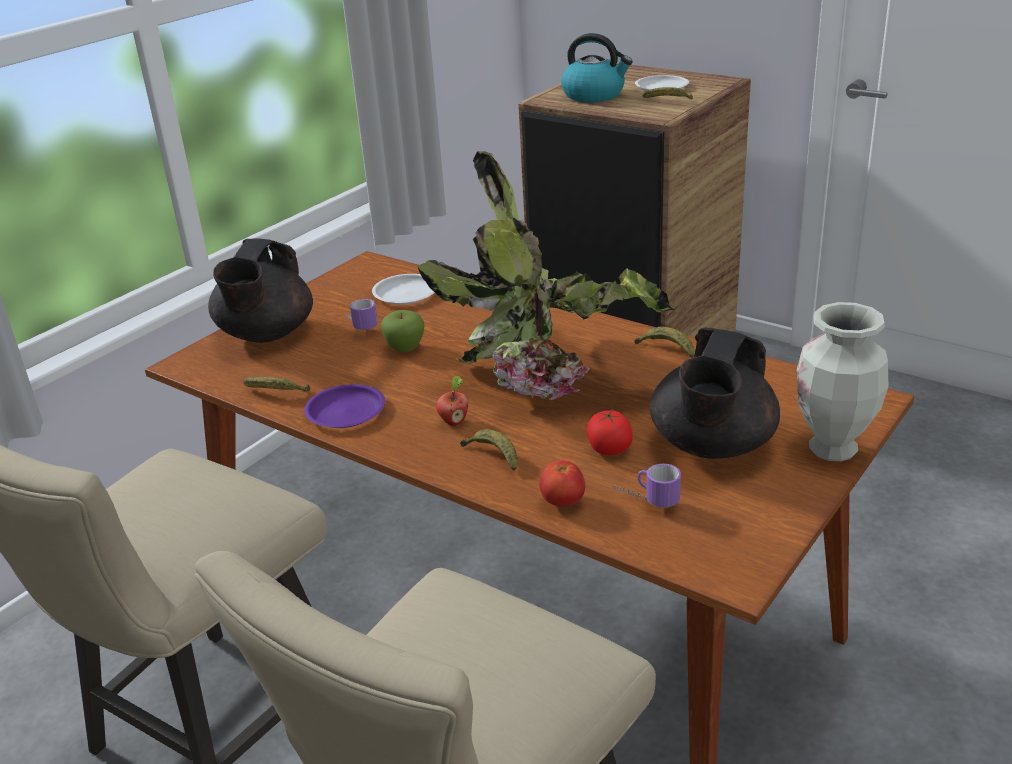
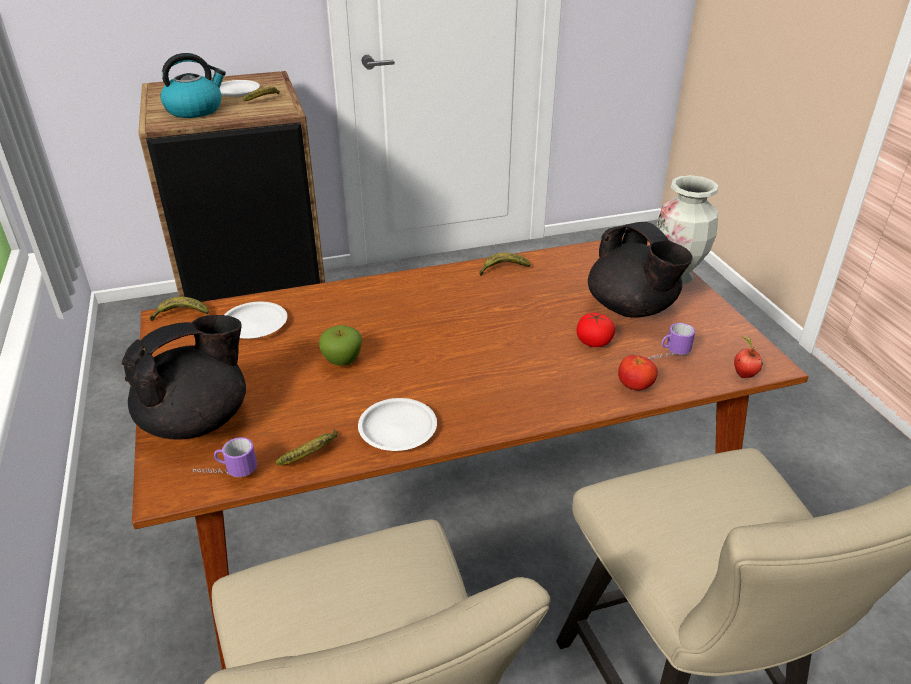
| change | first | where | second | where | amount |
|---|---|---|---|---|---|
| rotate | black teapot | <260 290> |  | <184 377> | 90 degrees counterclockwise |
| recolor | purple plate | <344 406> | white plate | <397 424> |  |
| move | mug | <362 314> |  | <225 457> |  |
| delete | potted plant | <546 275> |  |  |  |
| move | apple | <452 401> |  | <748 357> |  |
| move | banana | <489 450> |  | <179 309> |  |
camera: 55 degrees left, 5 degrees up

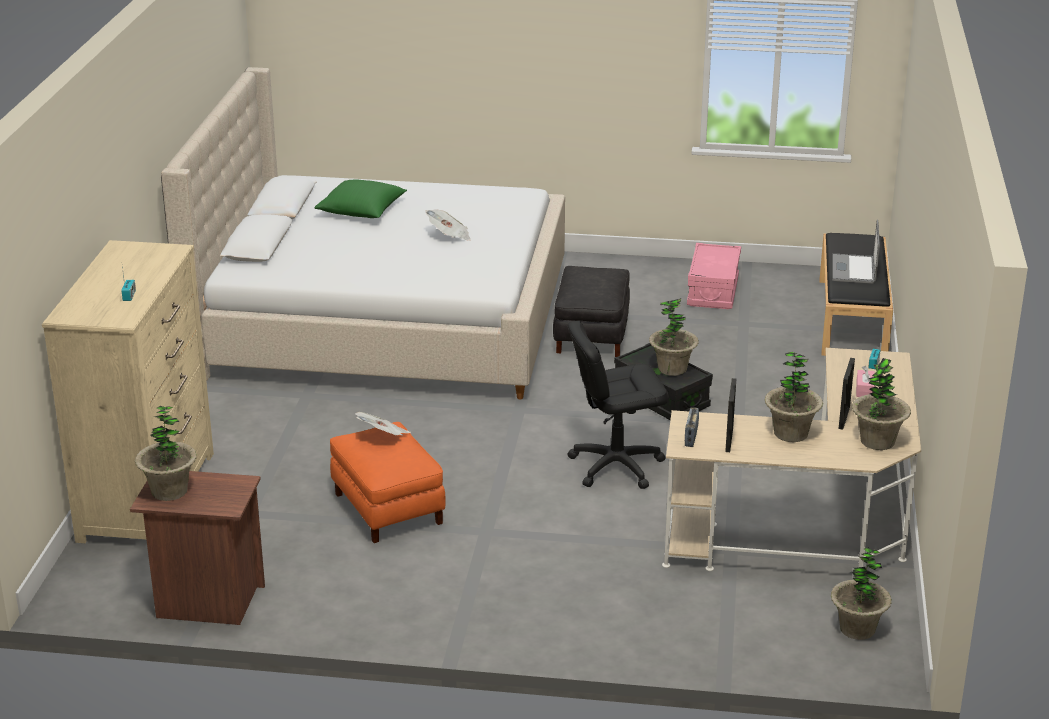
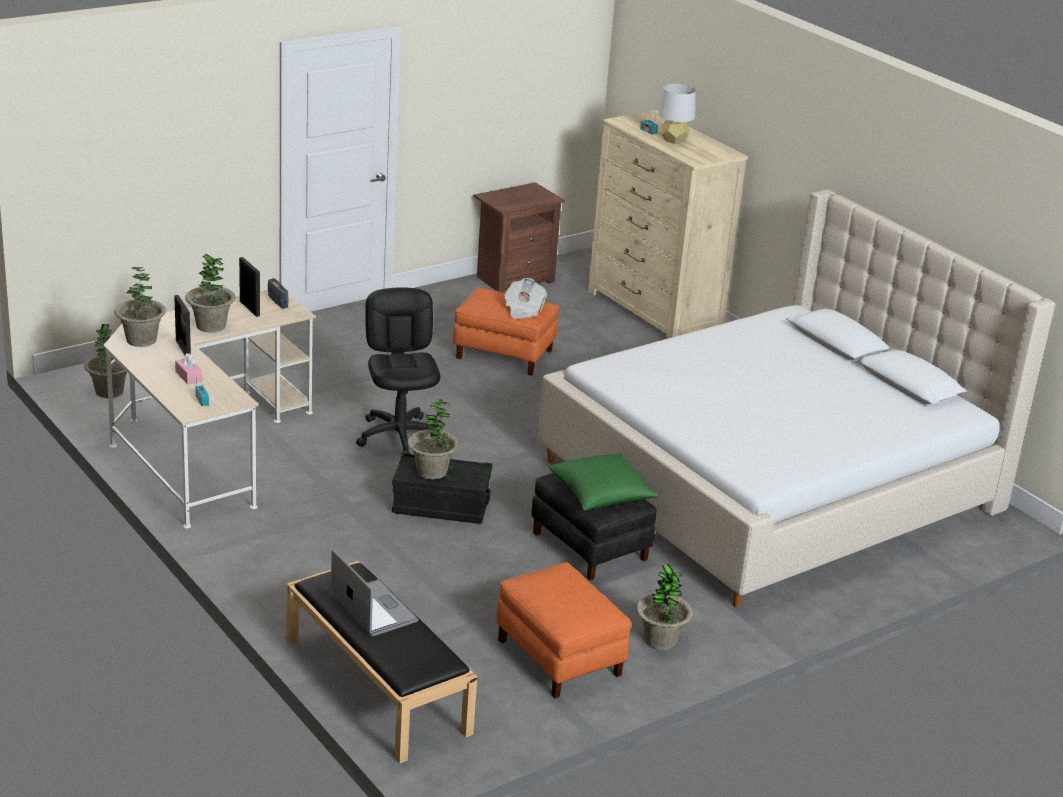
| change | first | where | second | where | amount |
|---|---|---|---|---|---|
| move | potted plant | <166 453> |  | <664 607> |  |
| move | green pillow | <360 199> |  | <603 482> |  |
| delete | newspaper | <448 225> |  |  |  |
| rotate | black office chair | <618 405> |  | <399 370> | 45 degrees counterclockwise |
| replace | pink storage box | <714 276> | orange ottoman | <563 630> |  |
| insert |  |  | grey table lamp | <677 114> |  |
camera: 135 degrees right, 0 degrees up

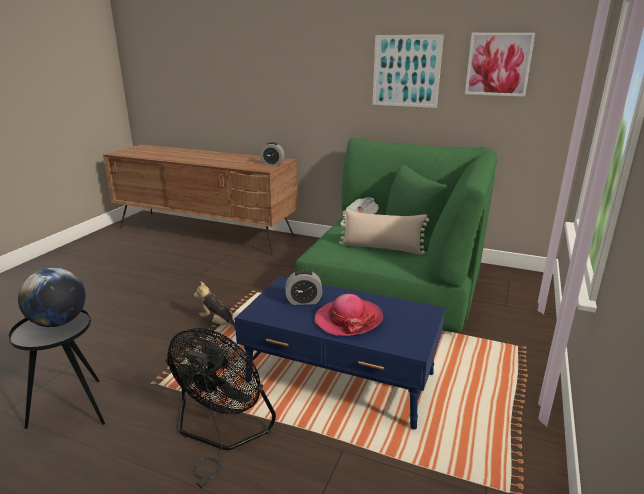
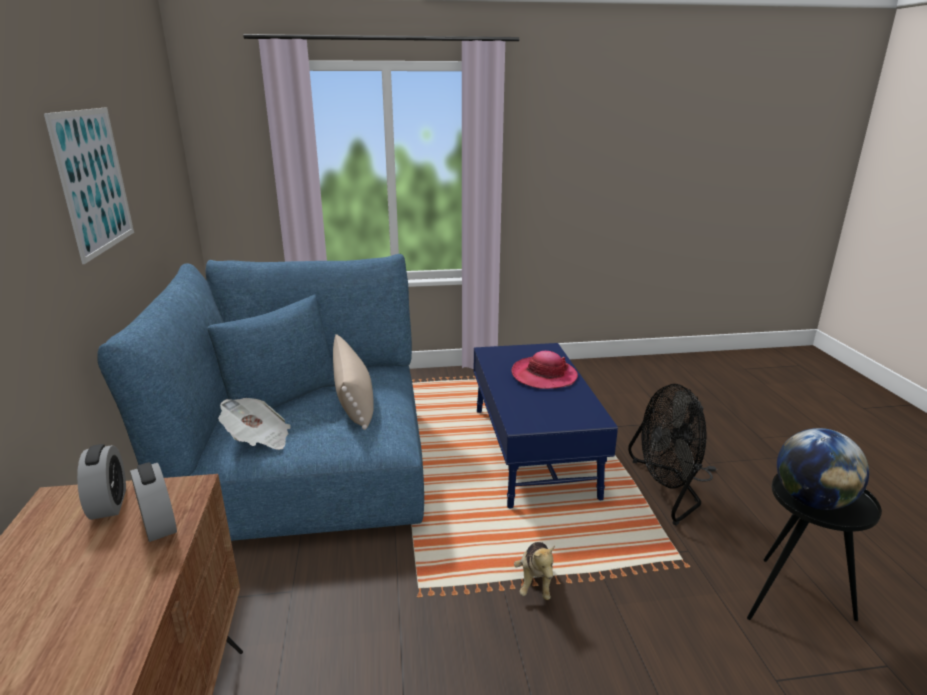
| change | first | where | second | where | amount |
|---|---|---|---|---|---|
| move | alarm clock | <303 287> |  | <153 502> |  |
| recolor | green sofa | <396 235> | blue sofa | <260 397> |  |
| delete | picture | <500 65> |  |  |  |
camera: 120 degrees left, 0 degrees up

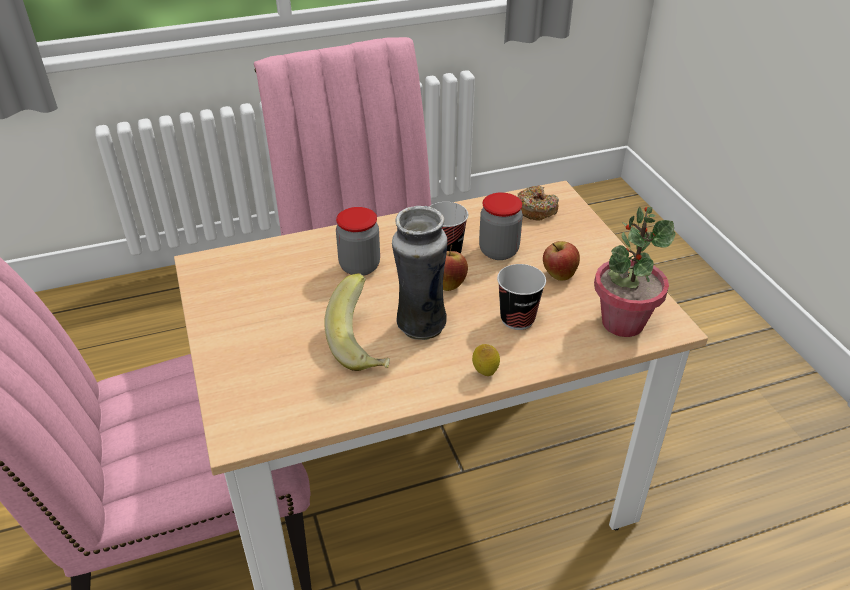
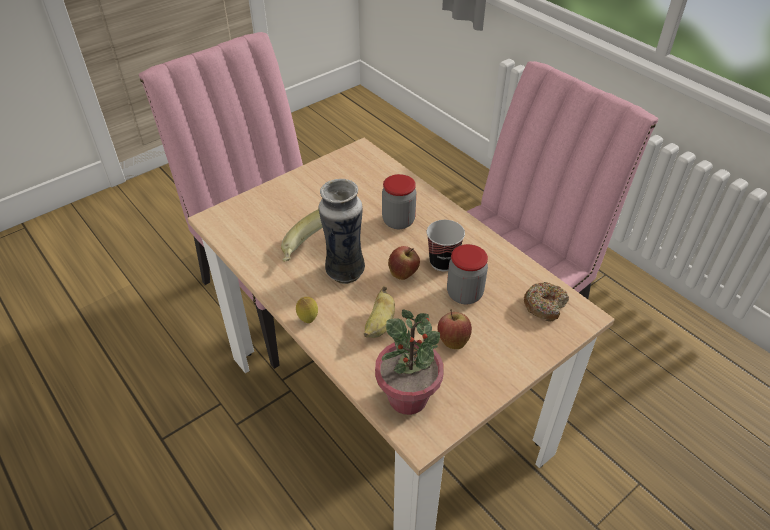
| change | first | where | second | where | amount |
|---|---|---|---|---|---|
| replace | cup | <521 297> | banana | <379 312> |  |
camera: 70 degrees right, 5 degrees up

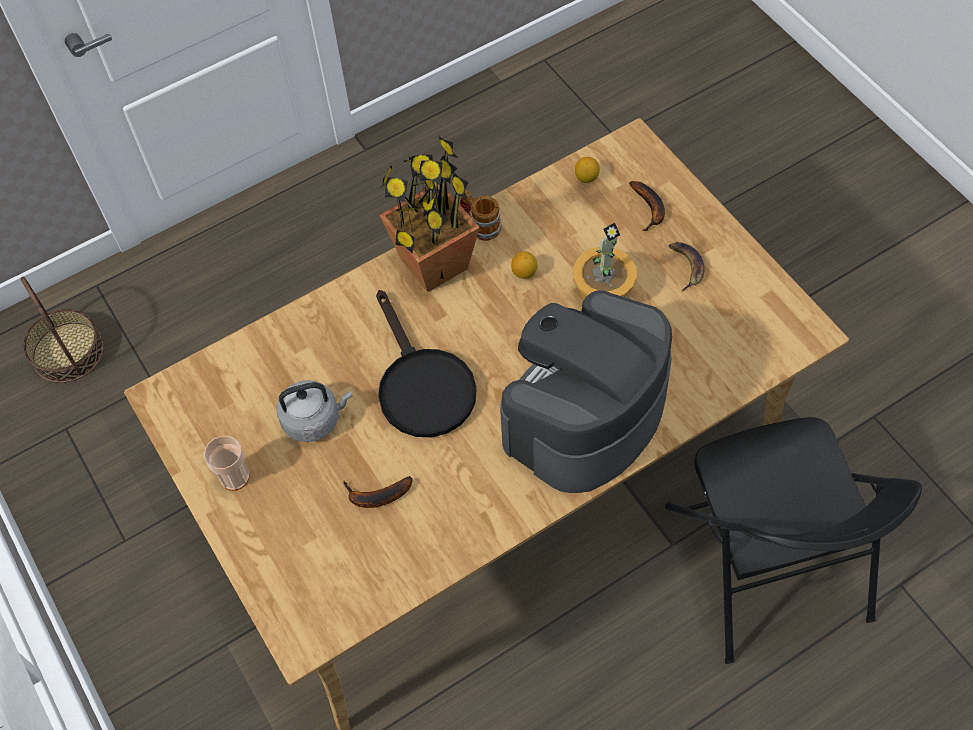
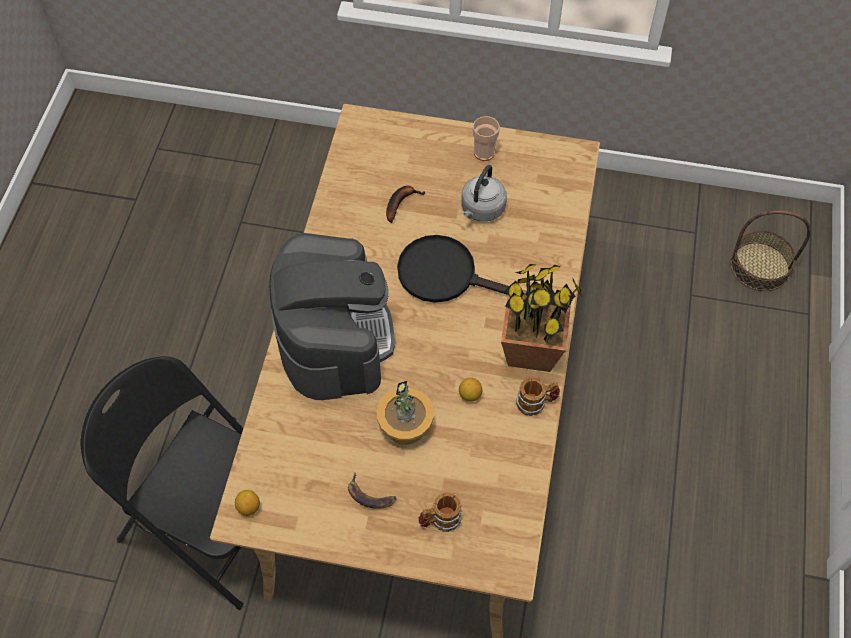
| change | first | where | second | where | amount |
|---|---|---|---|---|---|
| move | lemon | <587 170> |  | <247 503> |  |
| replace | banana | <647 206> | mug | <440 512> |  |
camera: 130 degrees right, 0 degrees up

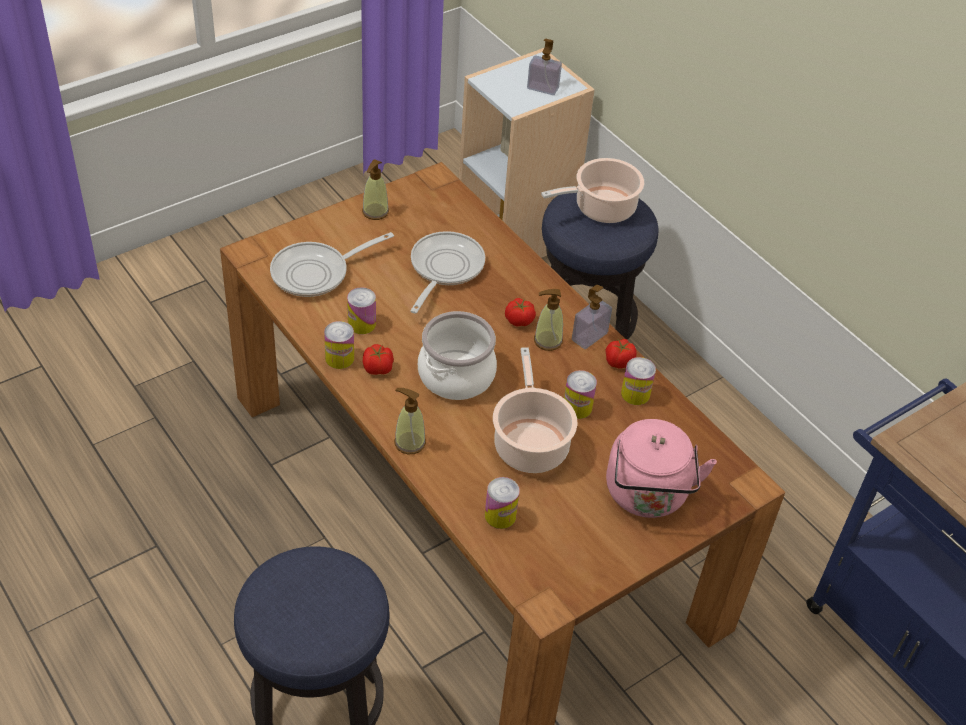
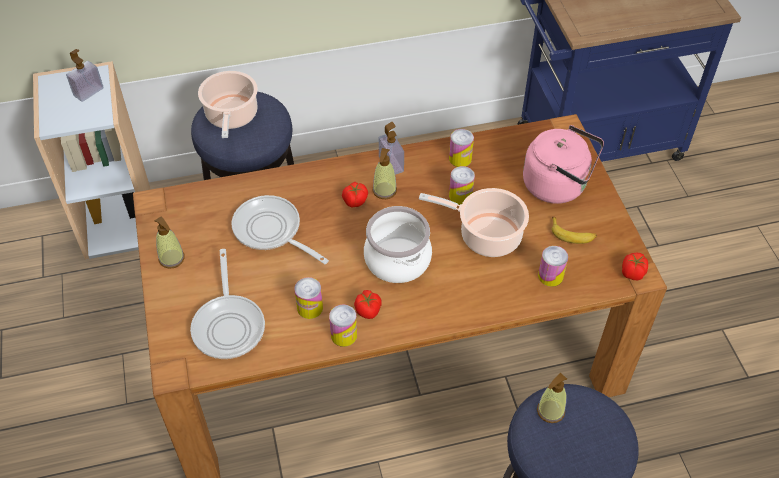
| change | first | where | second | where | amount |
|---|---|---|---|---|---|
| move | soap dispenser | <410 421> |  | <552 398> |  |
| move | tomato | <621 353> |  | <635 266> |  |
| insert |  |  | banana | <574 230> |  |
camera: 65 degrees left, 5 degrees up

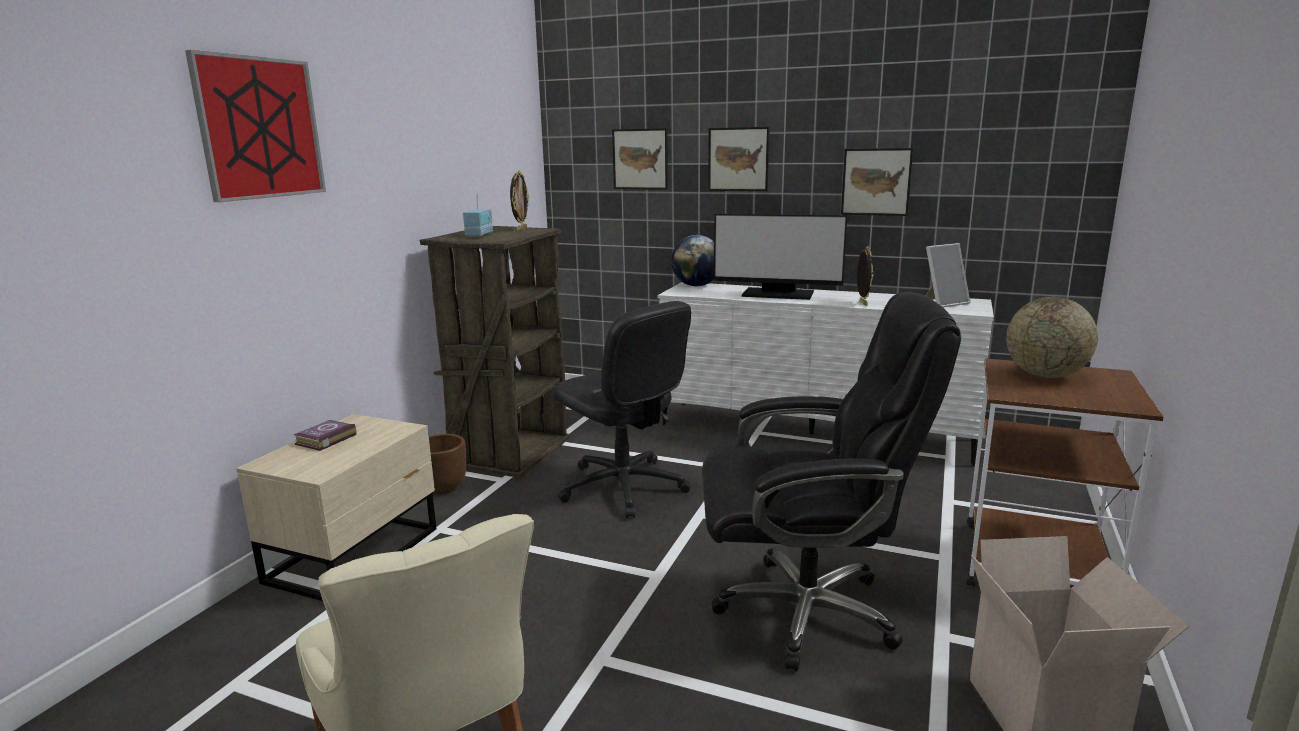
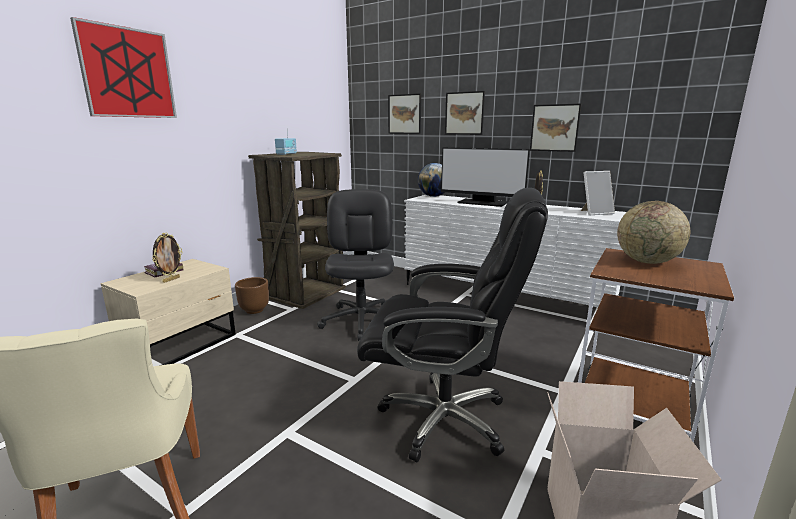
| change | first | where | second | where | amount |
|---|---|---|---|---|---|
| move | picture frame | <519 200> |  | <167 258> |  |
| rotate | black office chair | <622 409> |  | <355 265> | 150 degrees counterclockwise |
camera: 10 degrees right, 0 degrees up

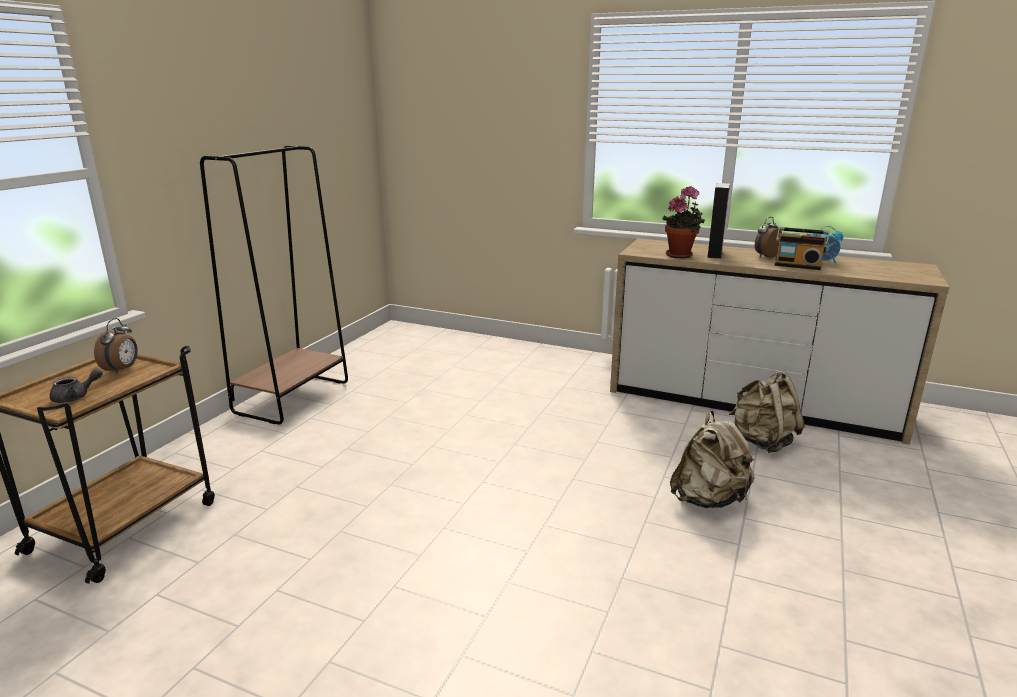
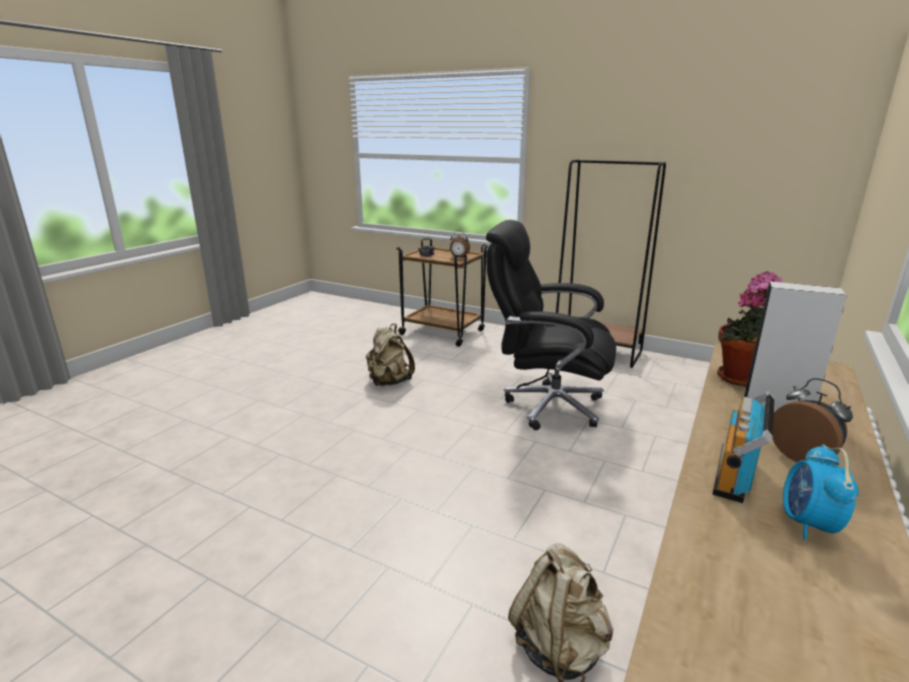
| change | first | where | second | where | amount |
|---|---|---|---|---|---|
| move | beige backpack | <712 459> |  | <390 355> |  |
| insert |  |  | black office chair | <551 325> |  |
camera: 95 degrees right, 0 degrees up

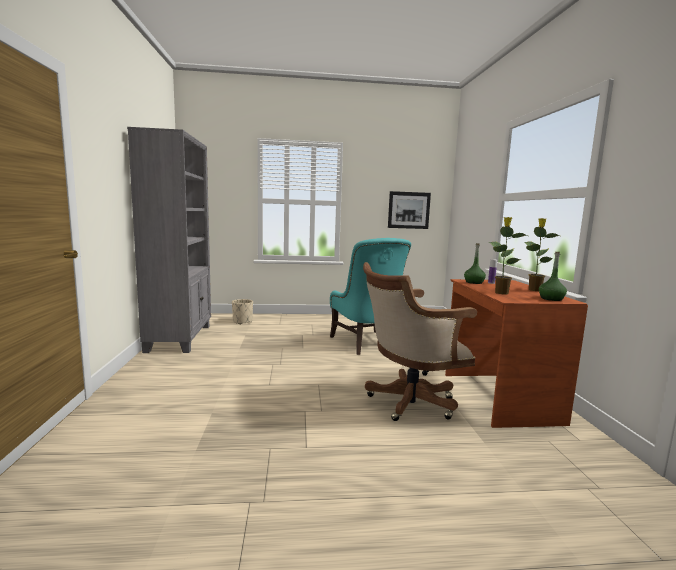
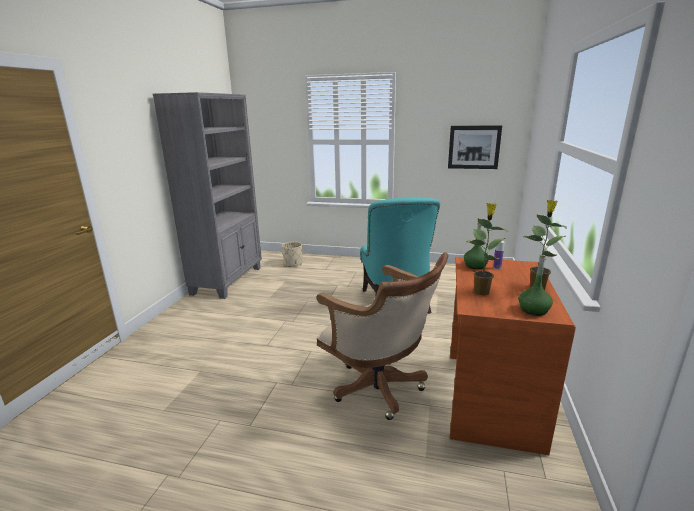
| change | first | where | second | where | amount |
|---|---|---|---|---|---|
| rotate | office chair | <420 341> |  | <382 336> | 135 degrees counterclockwise |
camera: 20 degrees right, 10 degrees up

